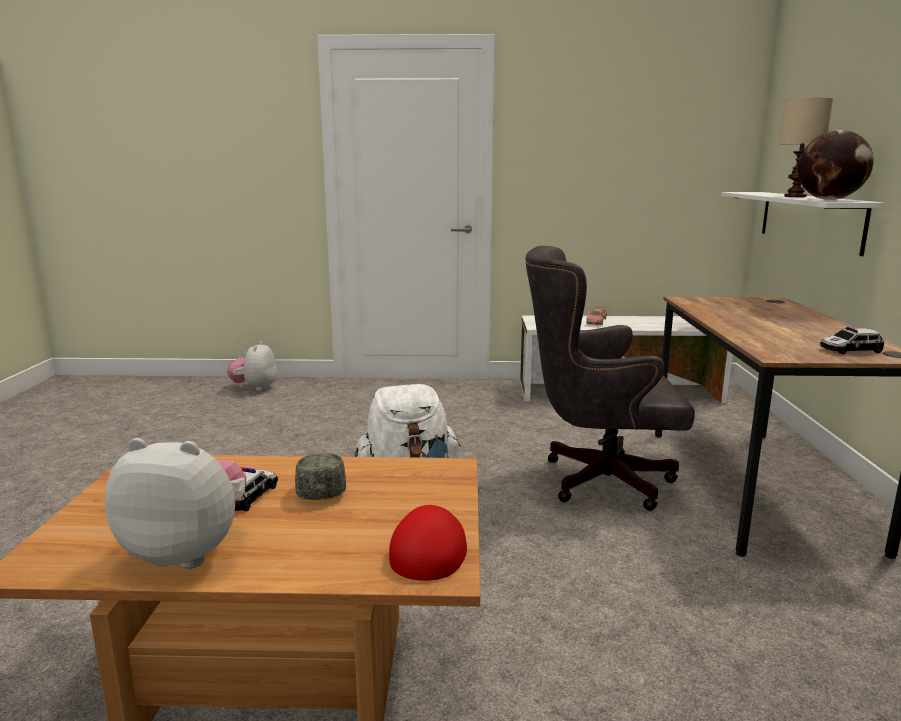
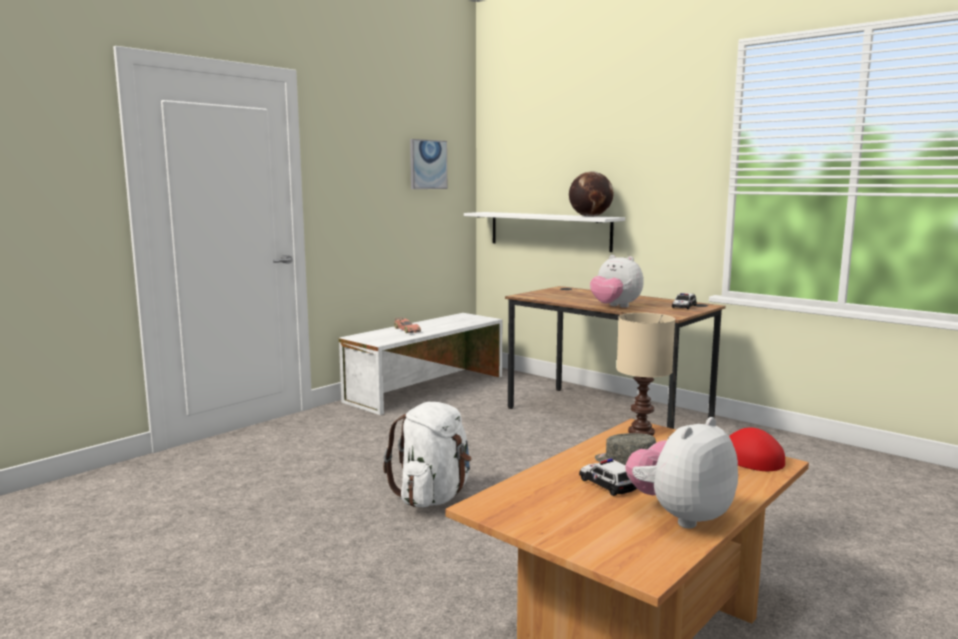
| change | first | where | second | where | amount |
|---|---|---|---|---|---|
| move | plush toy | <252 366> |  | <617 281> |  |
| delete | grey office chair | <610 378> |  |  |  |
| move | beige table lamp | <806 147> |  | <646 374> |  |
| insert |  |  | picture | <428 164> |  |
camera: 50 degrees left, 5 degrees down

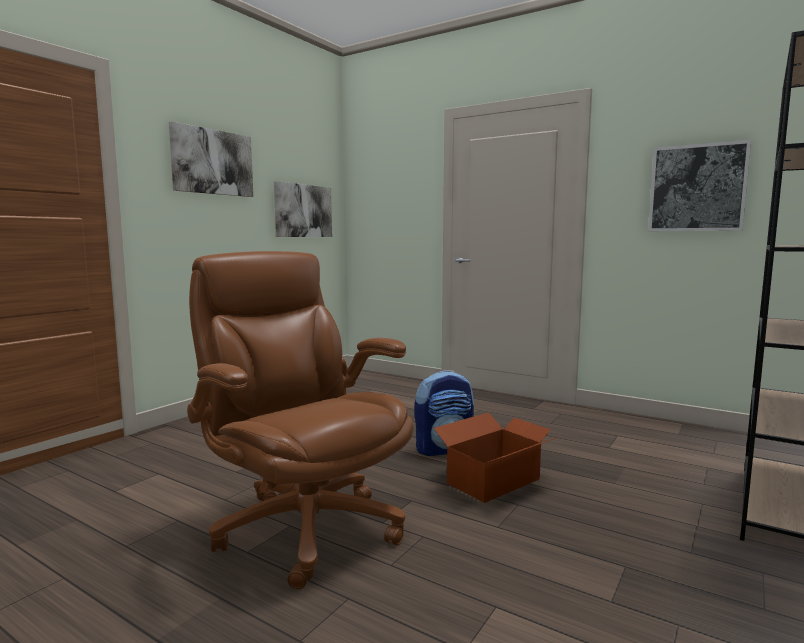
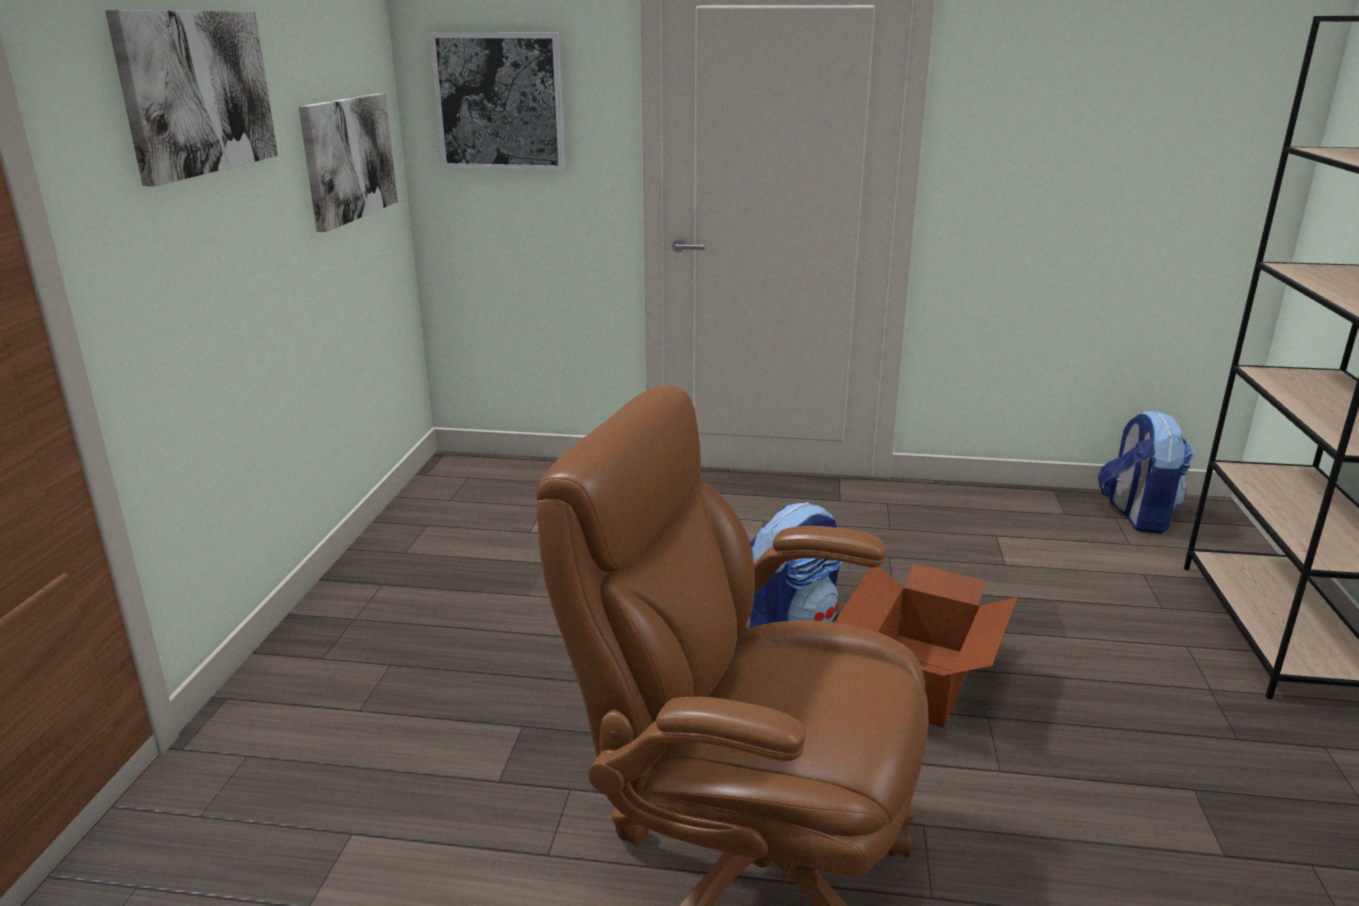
| change | first | where | second | where | amount |
|---|---|---|---|---|---|
| move | picture | <699 185> |  | <497 101> |  |
| insert |  |  | backpack | <1145 471> |  |
camera: 25 degrees left, 15 degrees up

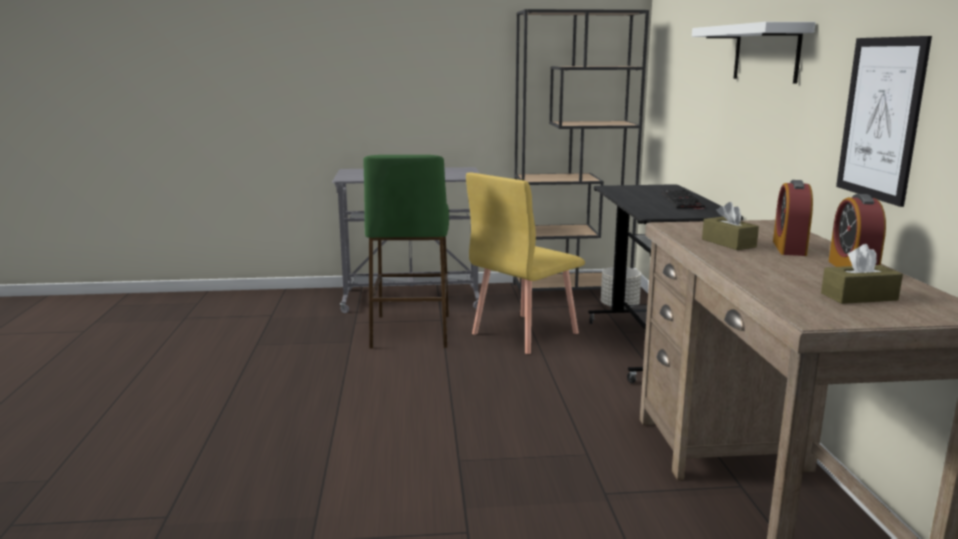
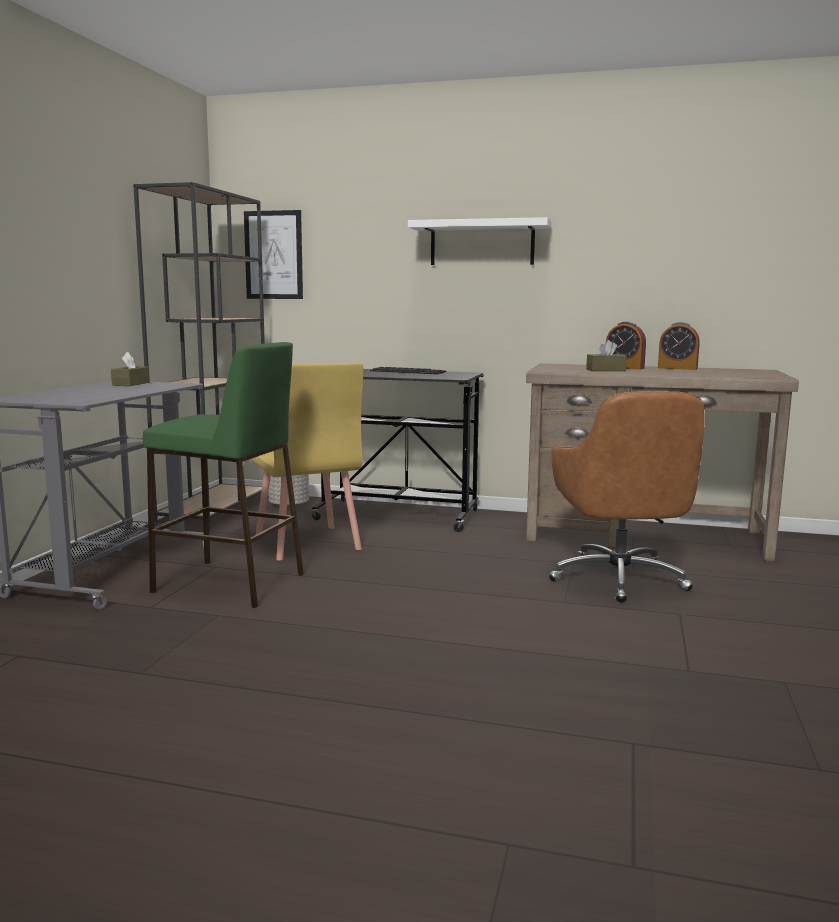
| change | first | where | second | where | amount |
|---|---|---|---|---|---|
| move | brown tissue box | <862 274> |  | <130 369> |  |
| move | picture | <884 121> |  | <273 254> |  |
| insert |  |  | brown office chair | <626 496> |  |
camera: 70 degrees left, 5 degrees down

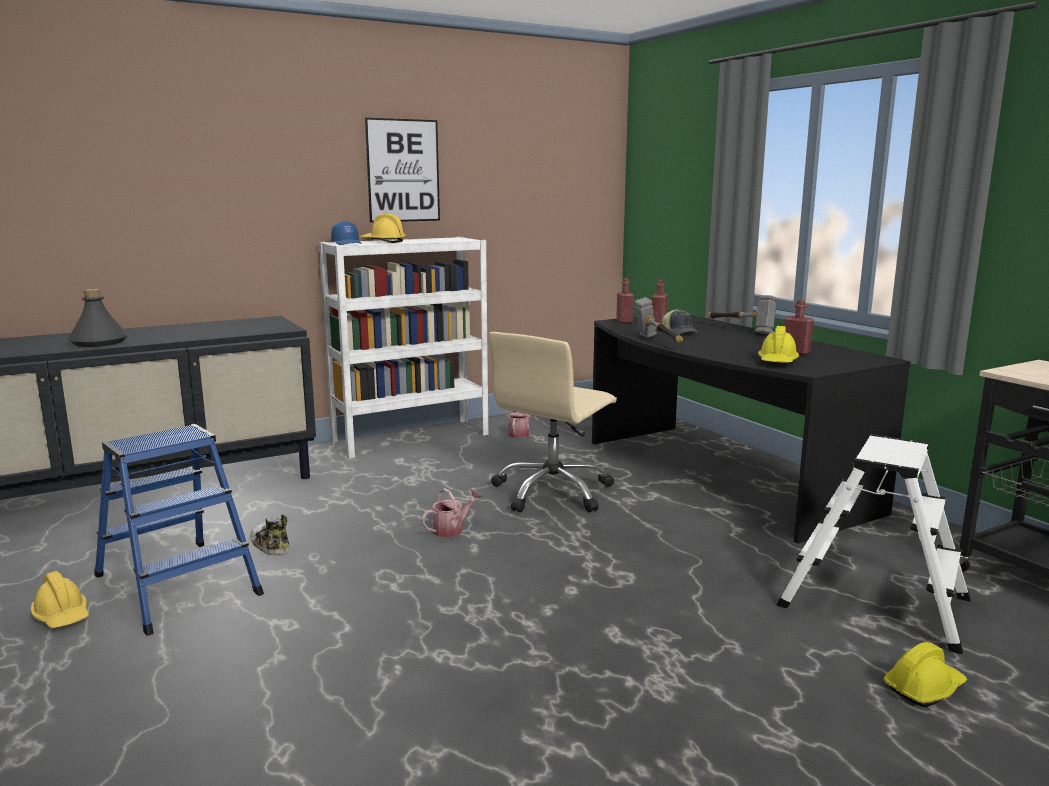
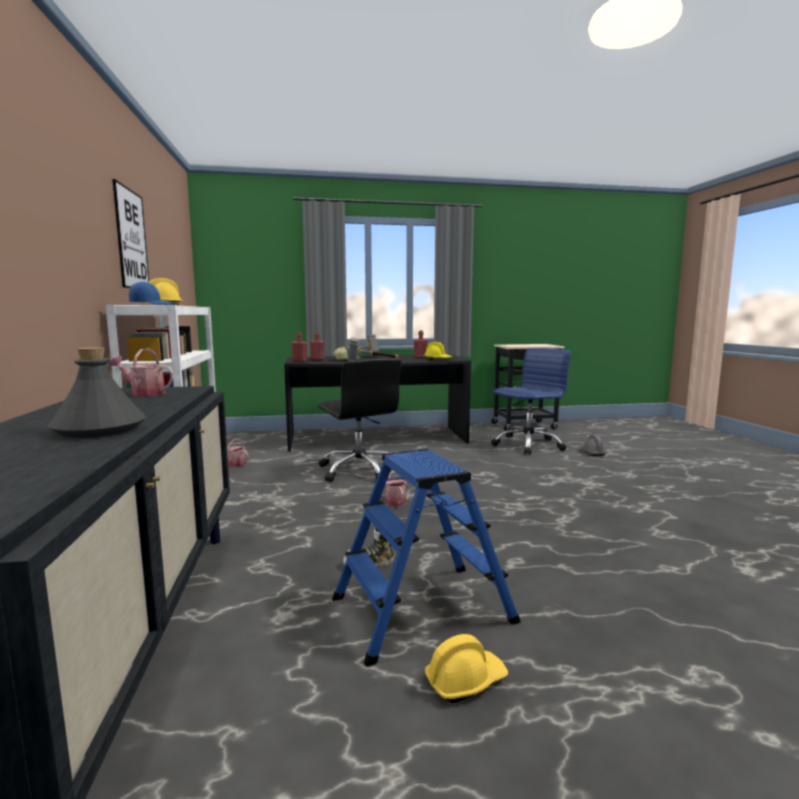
| change | first | where | second | where | amount |
|---|---|---|---|---|---|
| recolor | beige office chair | <552 422> | black office chair | <359 420> |  |
| replace | white step ladder | <873 544> | blue office chair | <531 401> |  |
| recolor | yellow hard hat | <925 674> | grey hard hat | <593 445> |  |
| insert |  |  | watering can | <141 373> |  |
camera: 70 degrees left, 5 degrees down

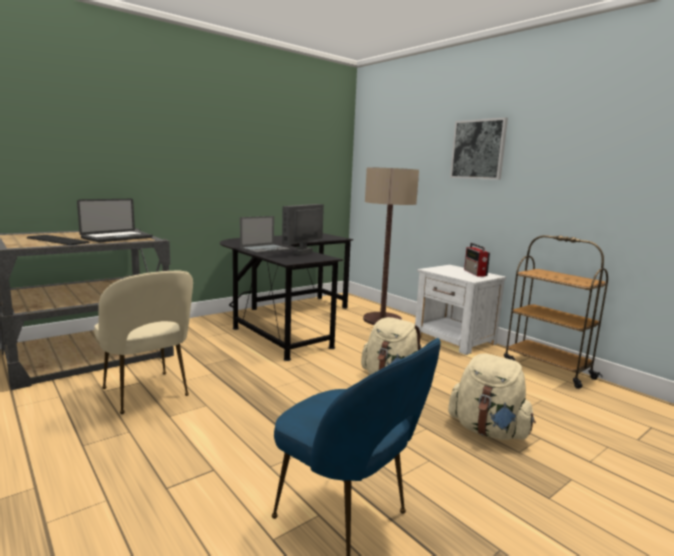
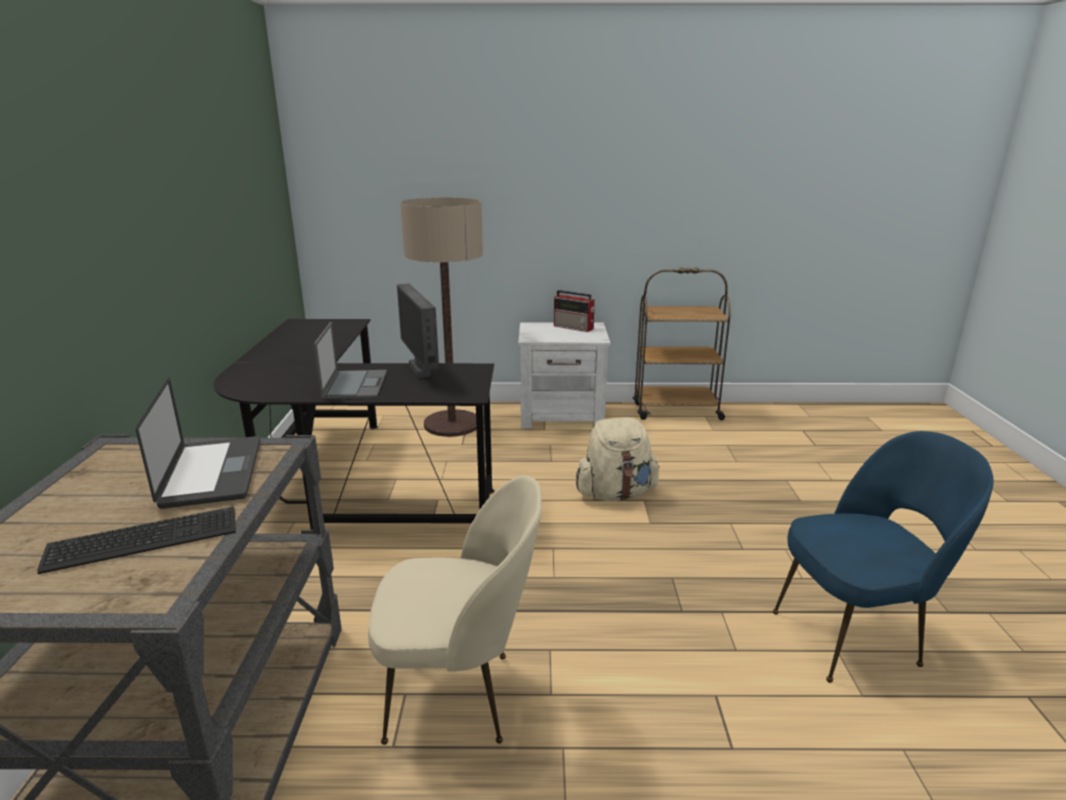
| change | first | where | second | where | amount |
|---|---|---|---|---|---|
| delete | beige backpack | <492 396> |  |  |  |
| delete | picture | <479 148> |  |  |  |
camera: 50 degrees left, 10 degrees up

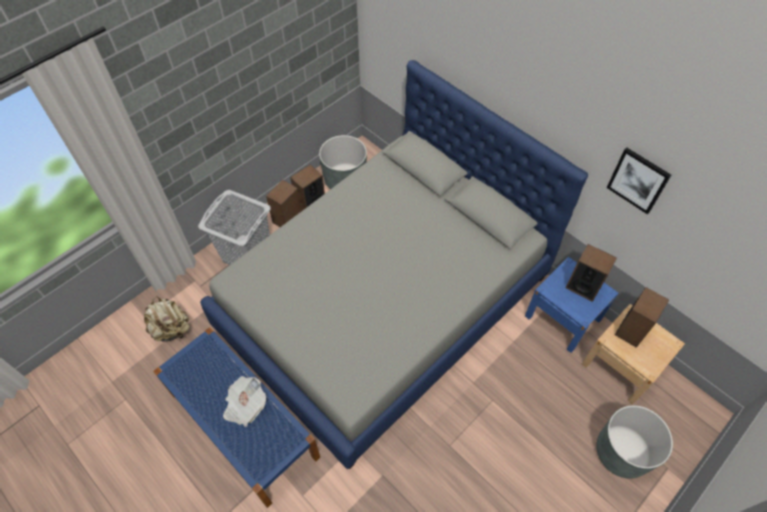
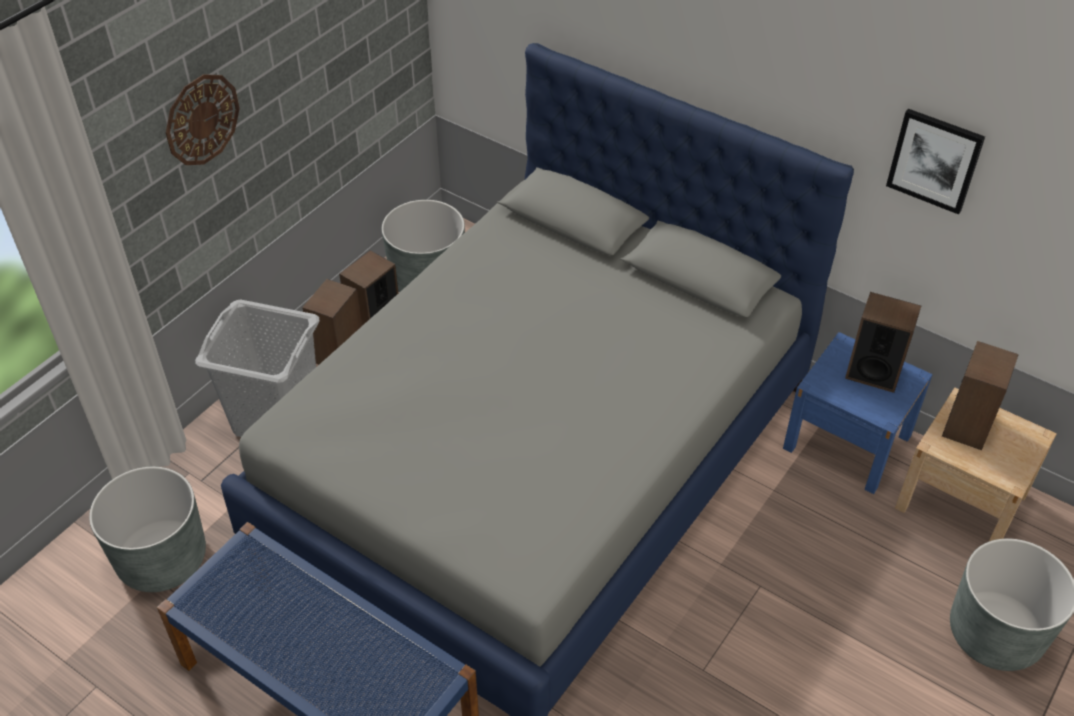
| change | first | where | second | where | amount |
|---|---|---|---|---|---|
| replace | beige backpack | <166 319> | grey planter | <147 529> |  |
| delete | newspaper | <244 401> |  |  |  |
| insert |  |  | wall clock | <203 119> |  |
camera: 10 degrees left, 10 degrees down

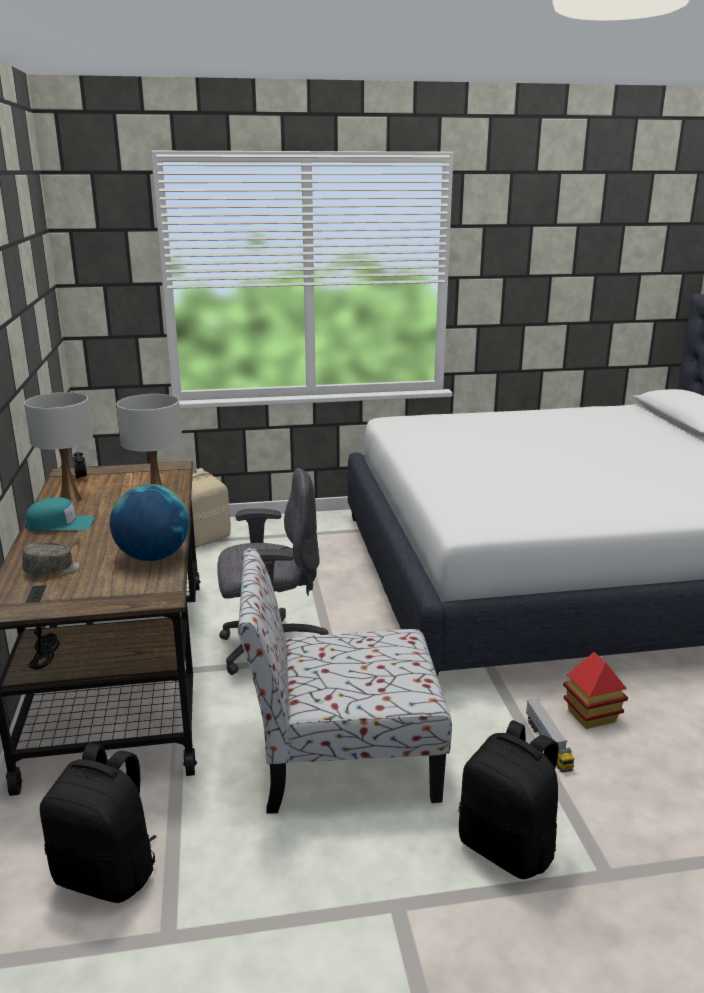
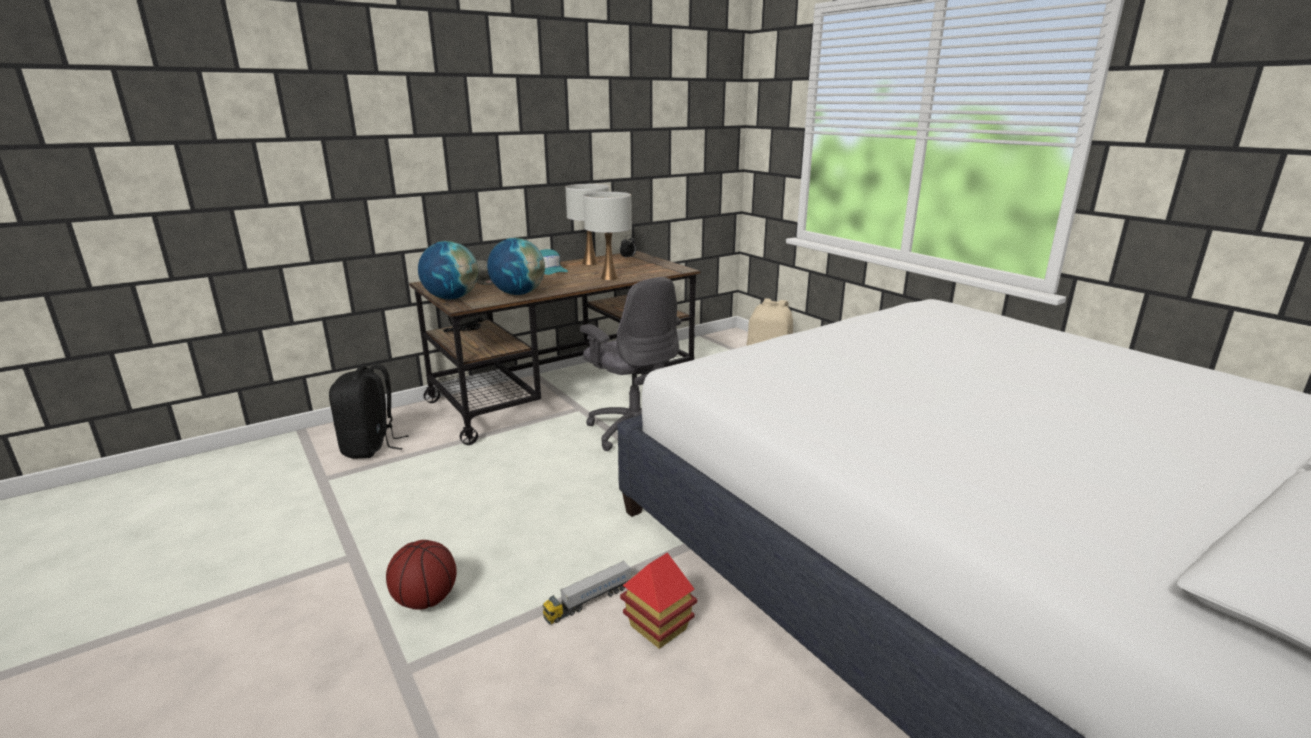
| change | first | where | second | where | amount |
|---|---|---|---|---|---|
| delete | chair | <345 681> |  |  |  |
| replace | black backpack | <509 799> | basketball | <421 575> |  |
| insert |  |  | globe | <448 270> |  |
camera: 65 degrees right, 0 degrees up

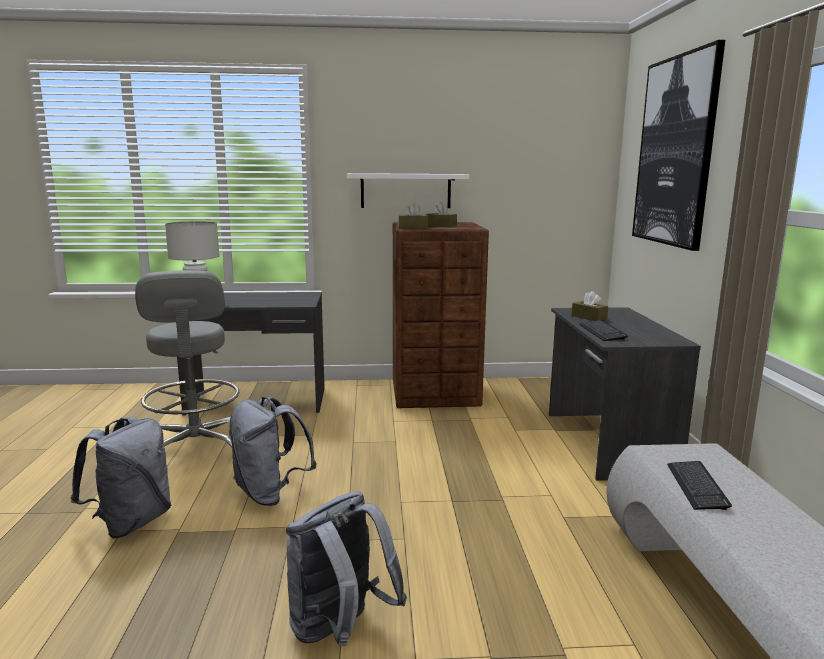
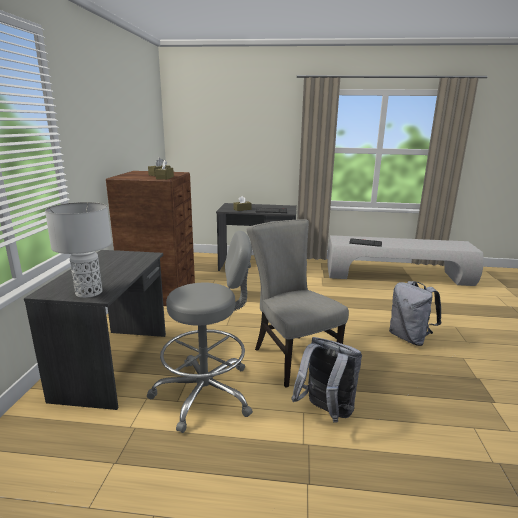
| change | first | where | second | where | amount |
|---|---|---|---|---|---|
| replace | grey backpack | <273 451> | grey chair | <297 303> |  |
| delete | white shelf | <407 190> |  |  |  |
| delete | picture | <678 145> |  |  |  |
camera: 80 degrees left, 5 degrees up

